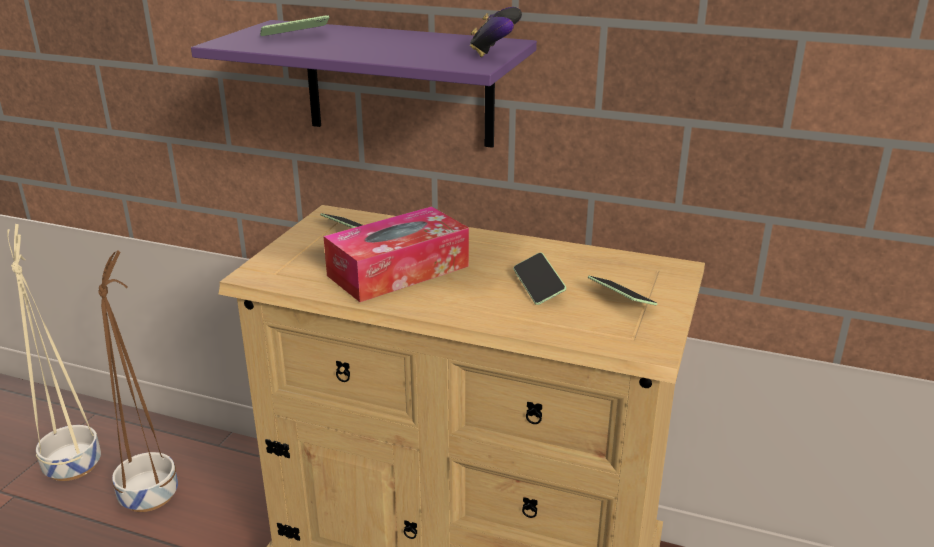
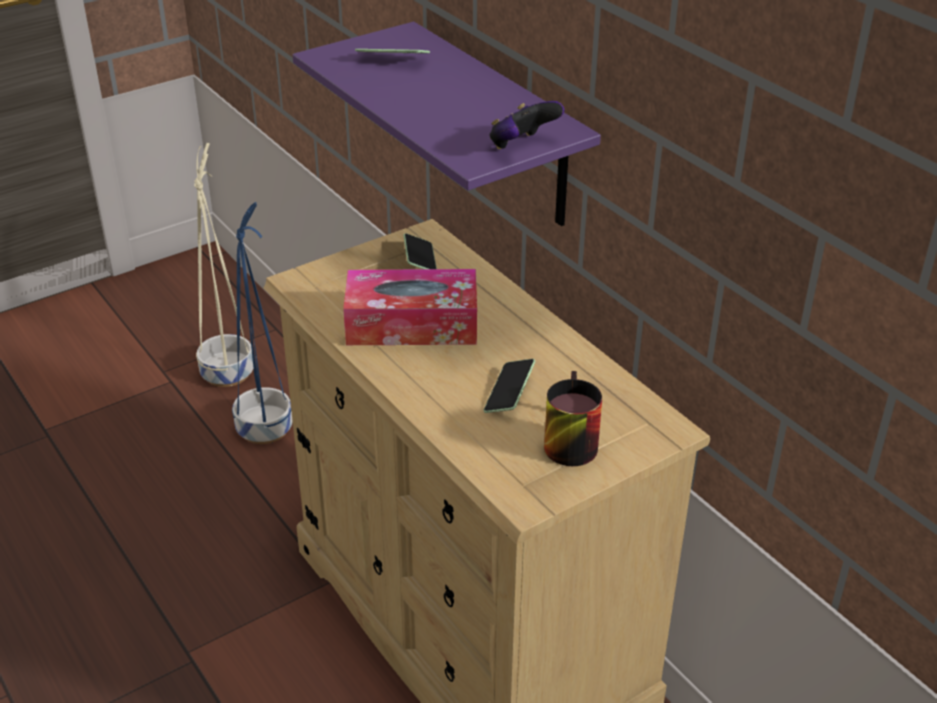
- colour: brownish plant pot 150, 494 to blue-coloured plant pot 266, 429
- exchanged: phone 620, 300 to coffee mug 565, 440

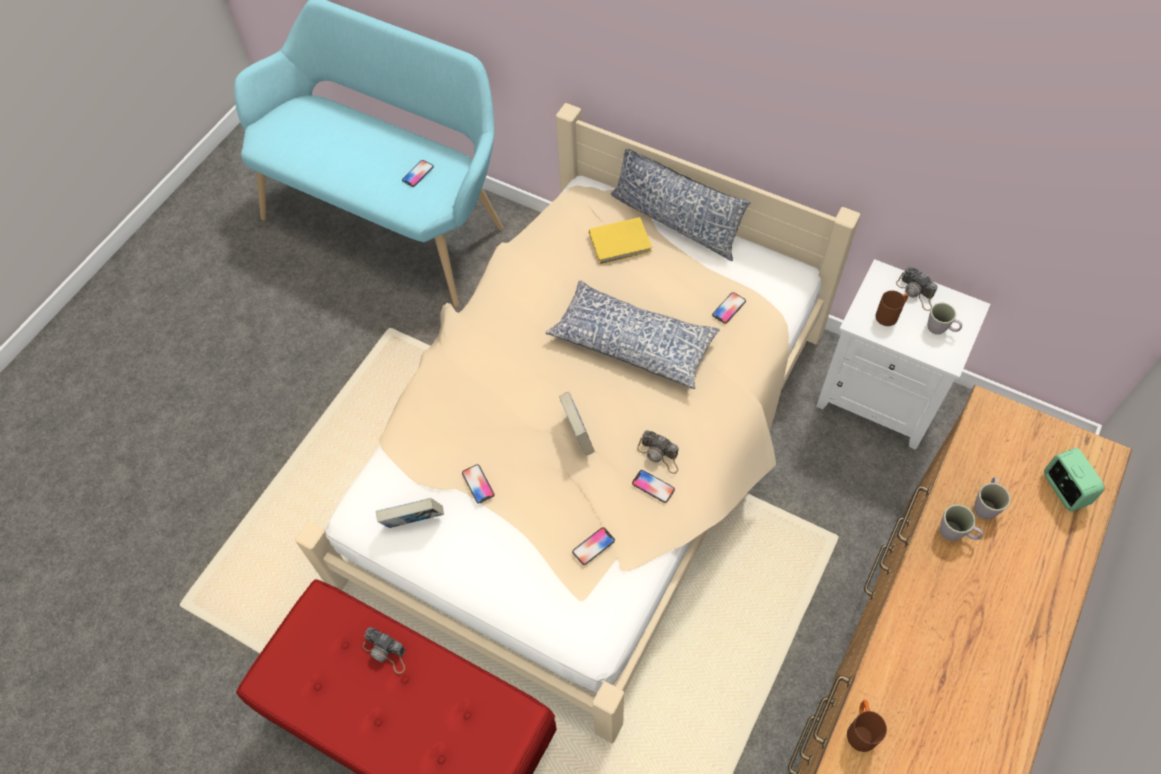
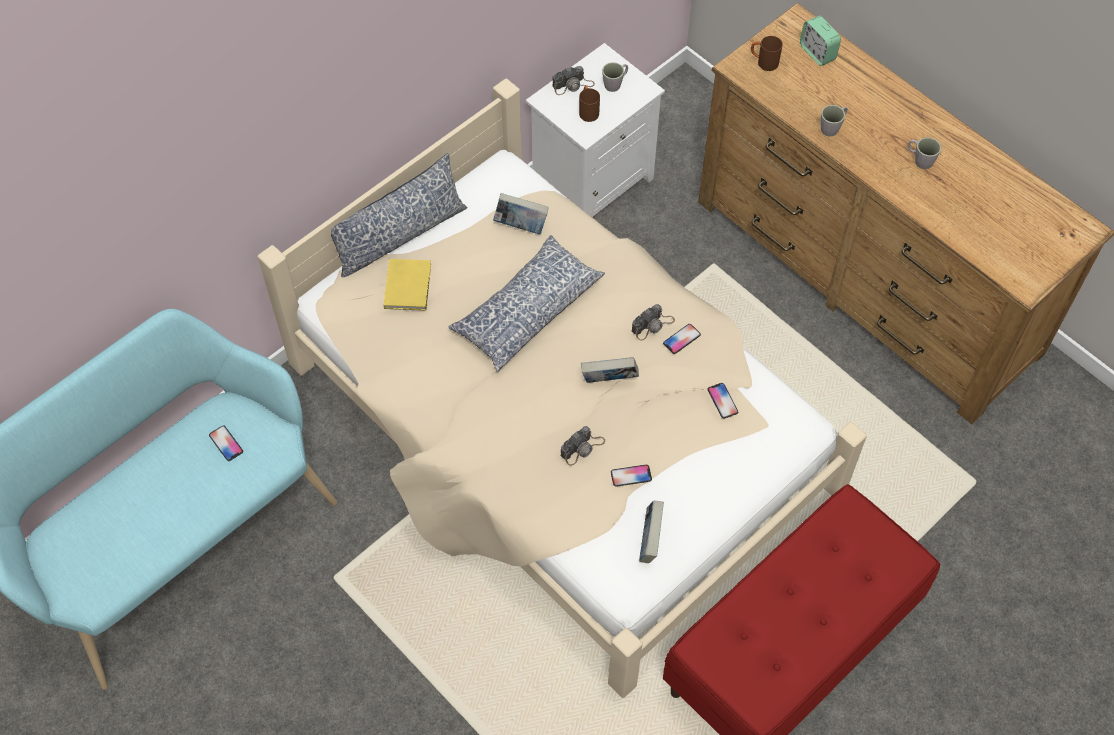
- relocated: still camera 386, 652 to 582, 448
- exchanged: phone 728, 308 to volume 521, 226
- relocated: brownish coffee mug 860, 729 to 763, 62
- relocated: gray coffee mug 985, 504 to 919, 160
- spun: table clock 1064, 489 = 817, 52 120 degrees counterclockwise

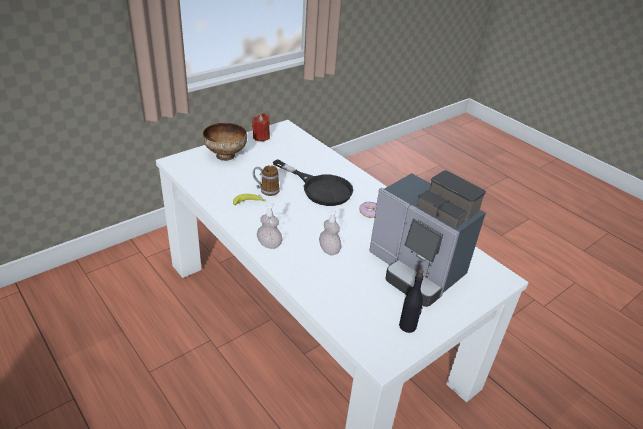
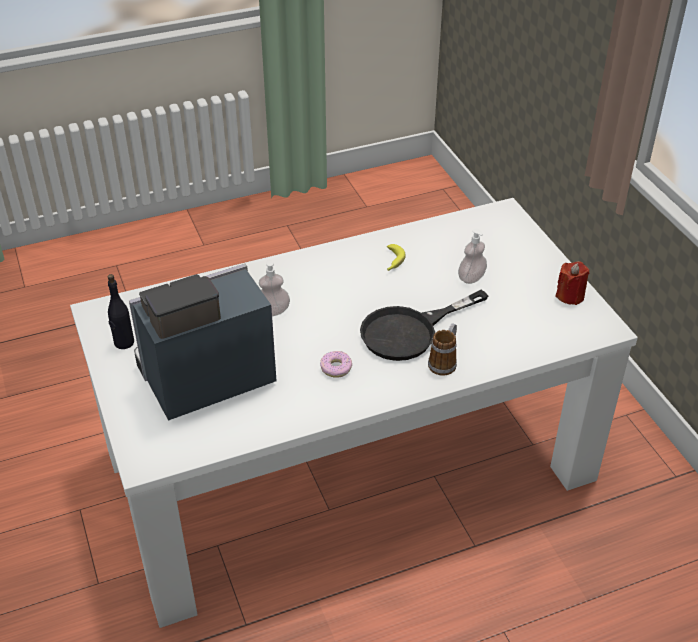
- missing: bowl 226, 155
- relocated: coffee mug 266, 190 to 444, 362
- relocated: soap bottle 269, 244 to 471, 278

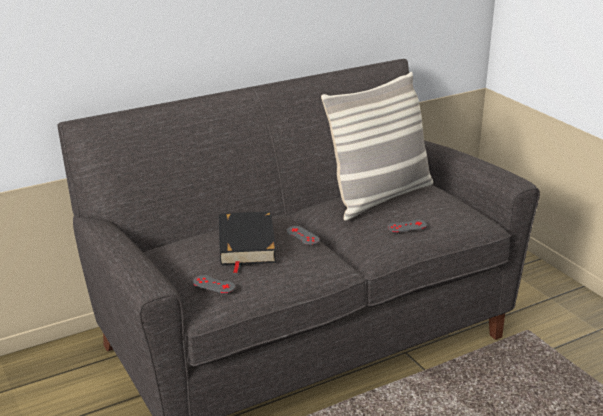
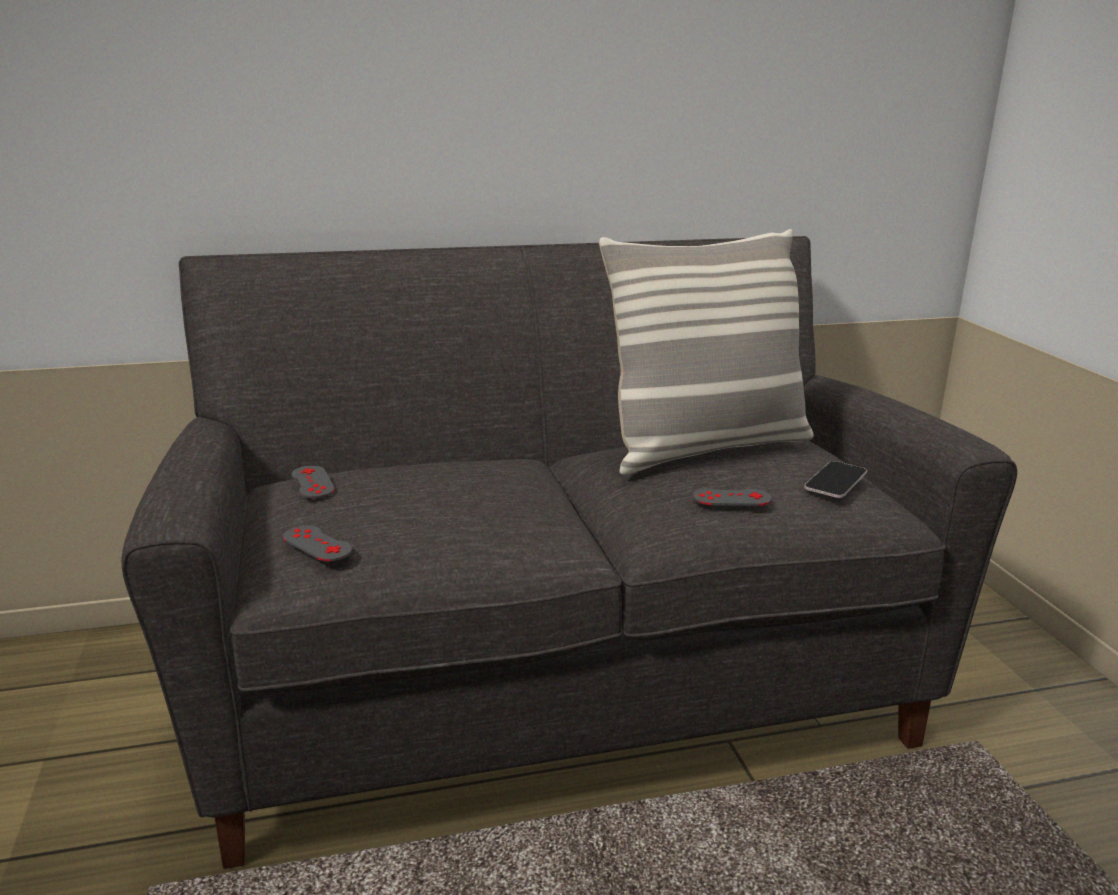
- missing: black volume 246, 244
- relocated: gray joypad 302, 236 to 312, 482
- appeared: phone 836, 481

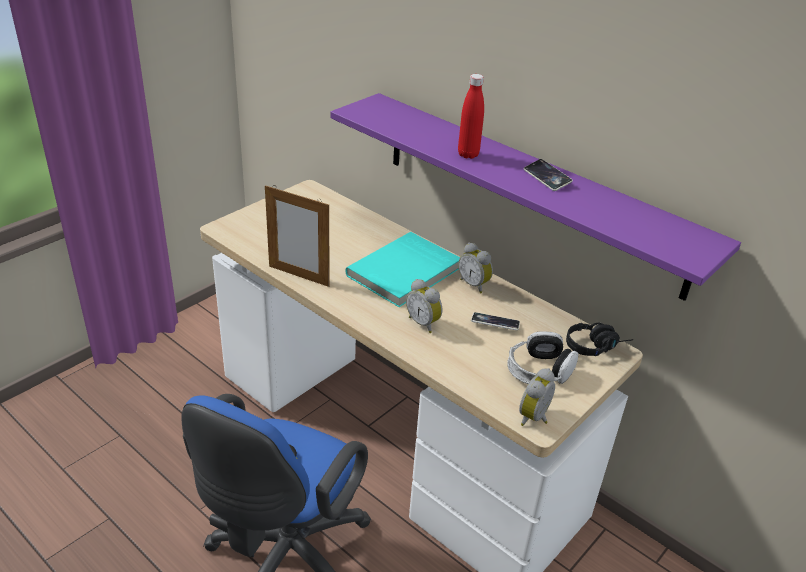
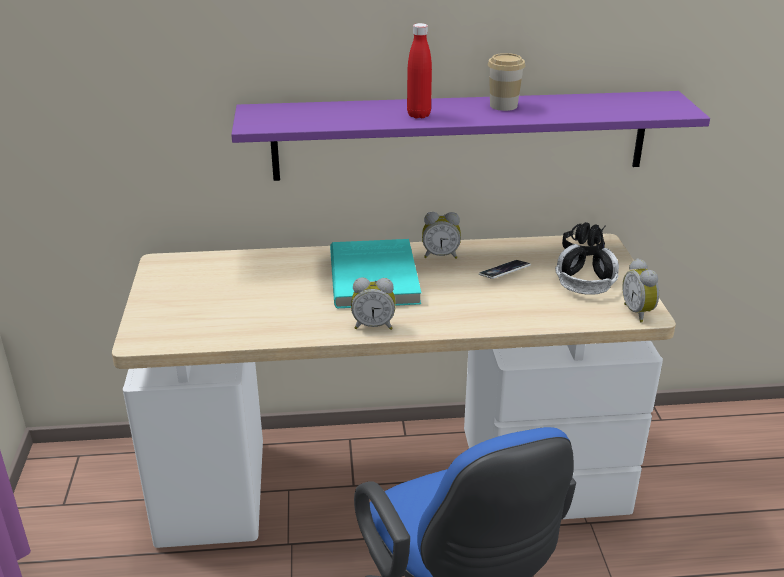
- missing: photo frame 299, 276
- relocated: table clock 424, 323 to 373, 325
- exchanged: phone 546, 178 to cup 503, 106

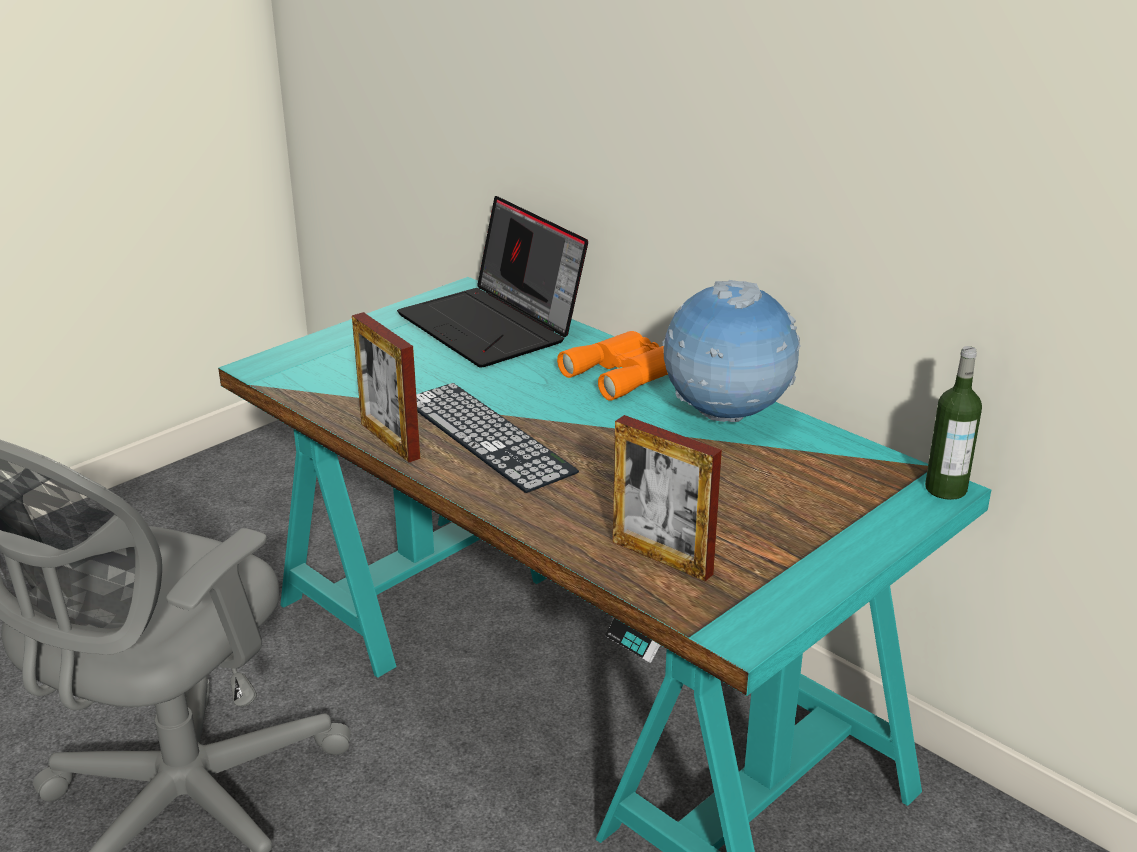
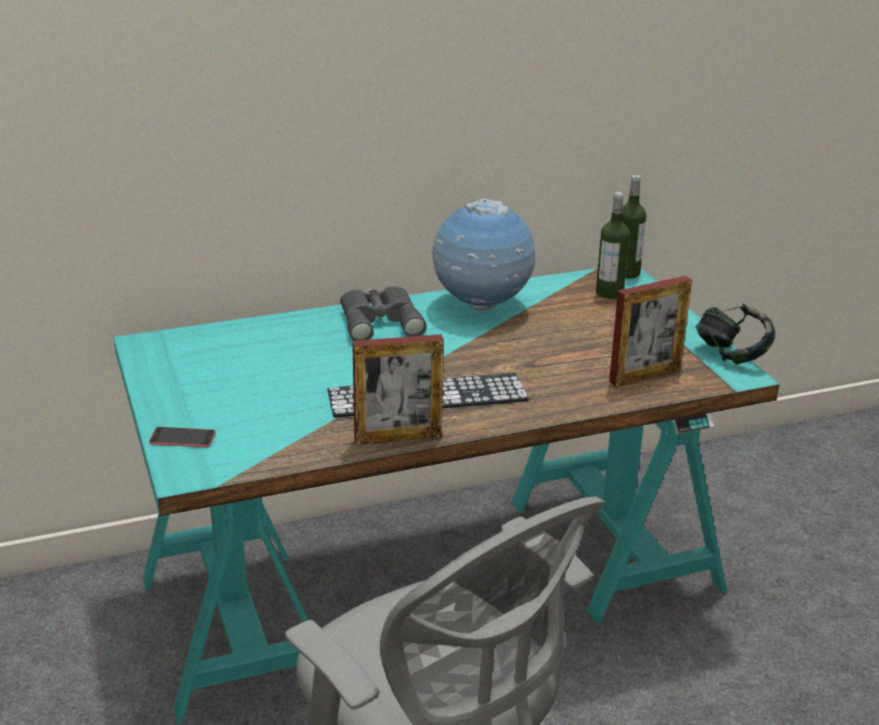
- missing: notebook computer 494, 326
- colour: orangey field glasses 625, 373 to gray field glasses 380, 320
- appeared: phone 182, 438
- appeared: drink bottle 609, 293
- appeared: headphones 731, 355

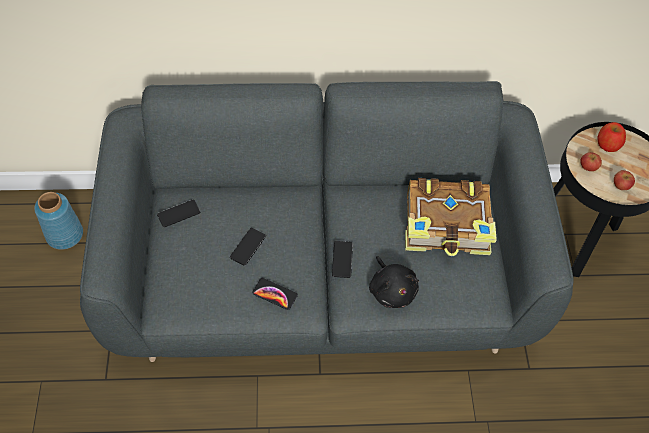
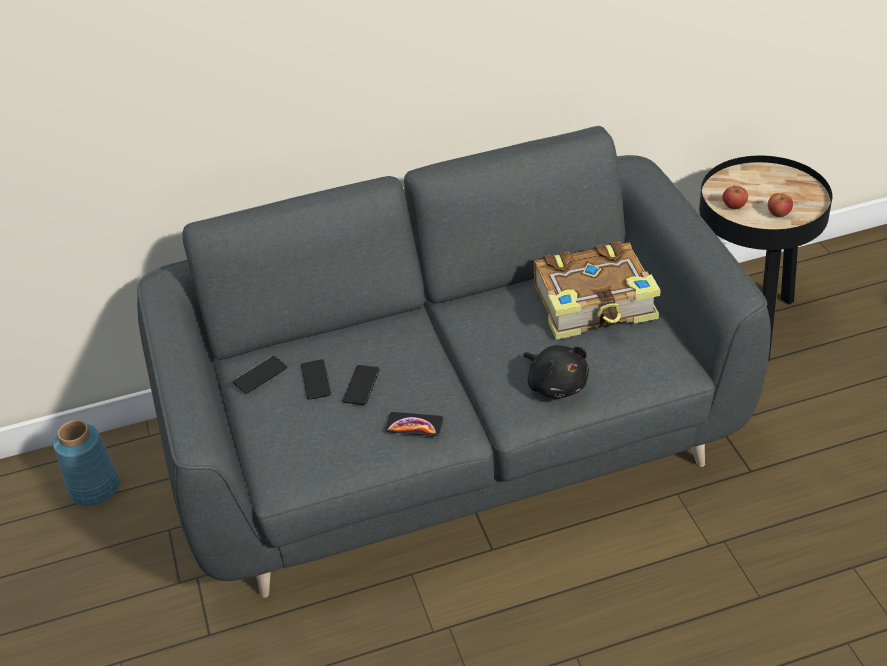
- relocated: phone 342, 259 to 316, 380
- missing: whole apple 608, 144

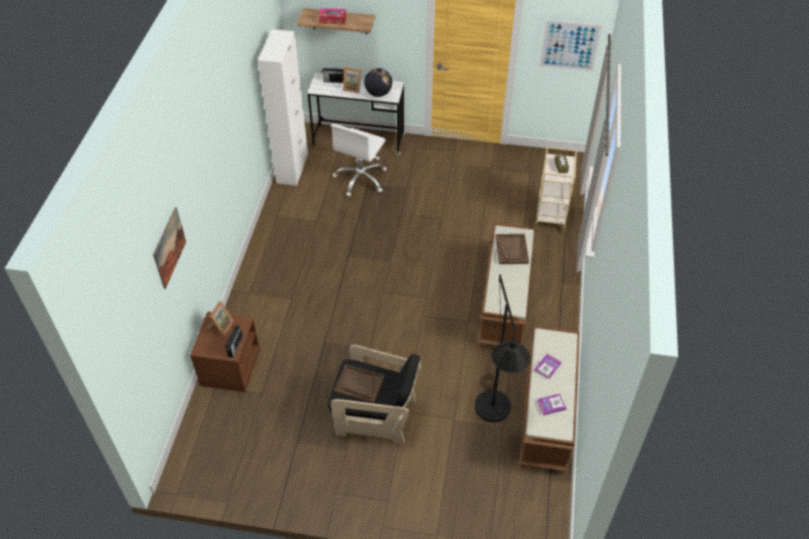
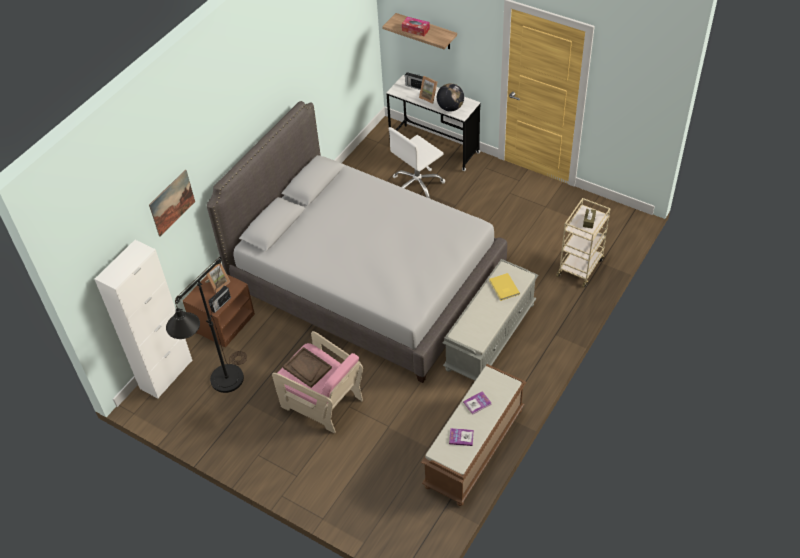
- relocated: whitish storage cabinet 292, 168 to 166, 374
- colour: black armchair 375, 415 to pinkish armchair 322, 401
- relocated: black floor lamp 493, 416 to 222, 386
- colour: brownish long seat 504, 301 to gray long seat 490, 335
- exchanged: brownish carrying tray 512, 250 to yellow volume 503, 288
- missing: wall picture 569, 45
- appeared: gray bedroom bed 367, 281

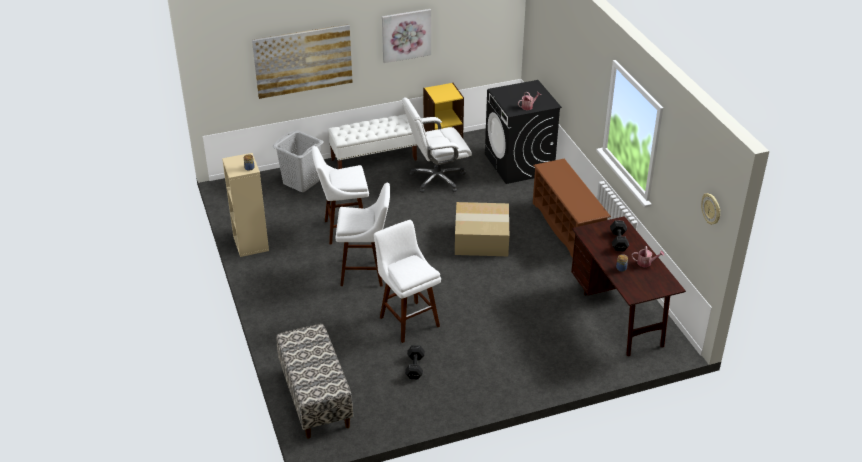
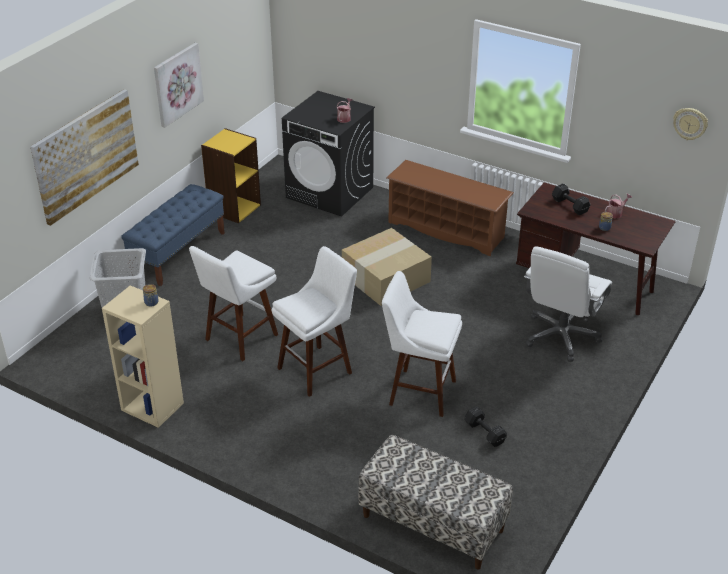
- colour: whitish long seat 374, 159 to blue-coloured long seat 178, 253
- relocated: whitish office chair 437, 179 to 561, 336

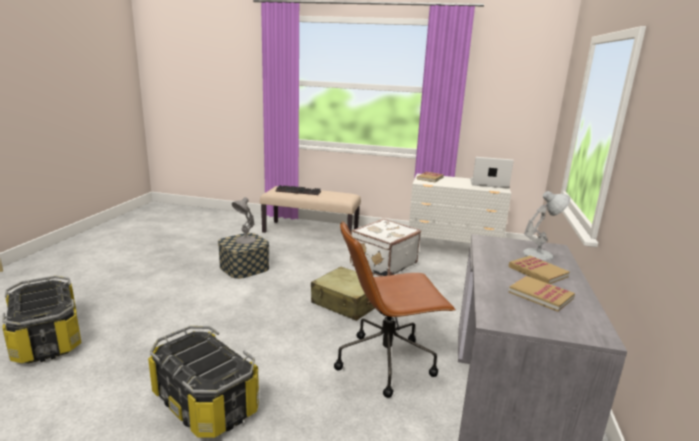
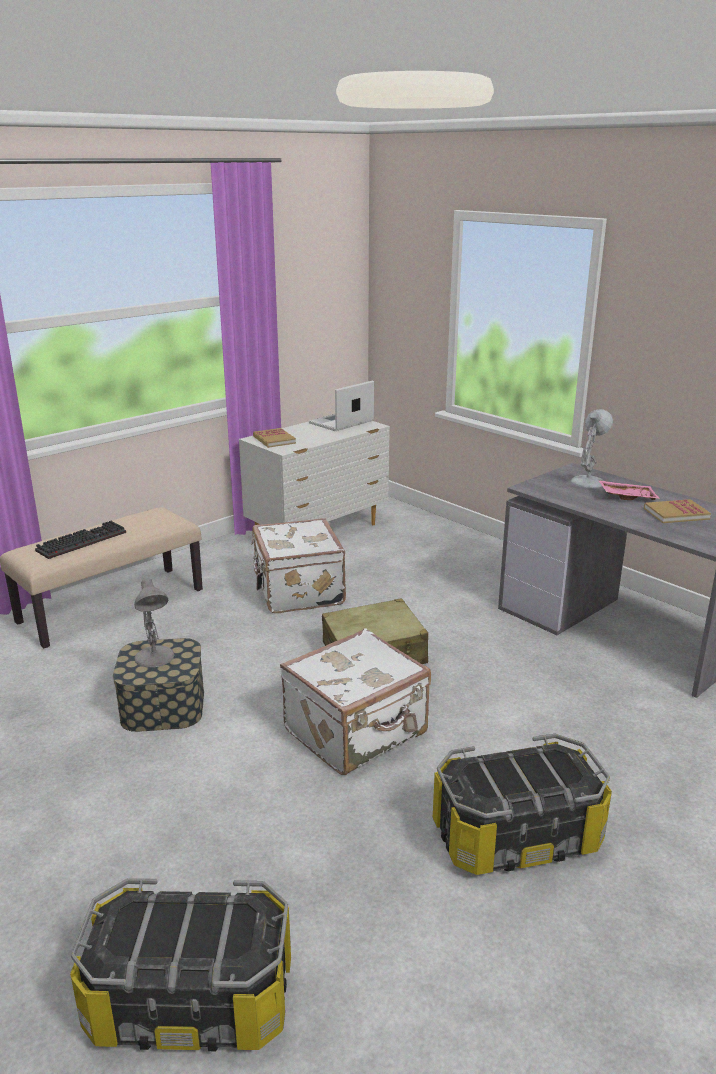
- missing: brownish office chair 387, 362
- exchanged: volume 537, 272 to pinkish carrying tray 627, 496
- appeared: whitish travel case 357, 733

